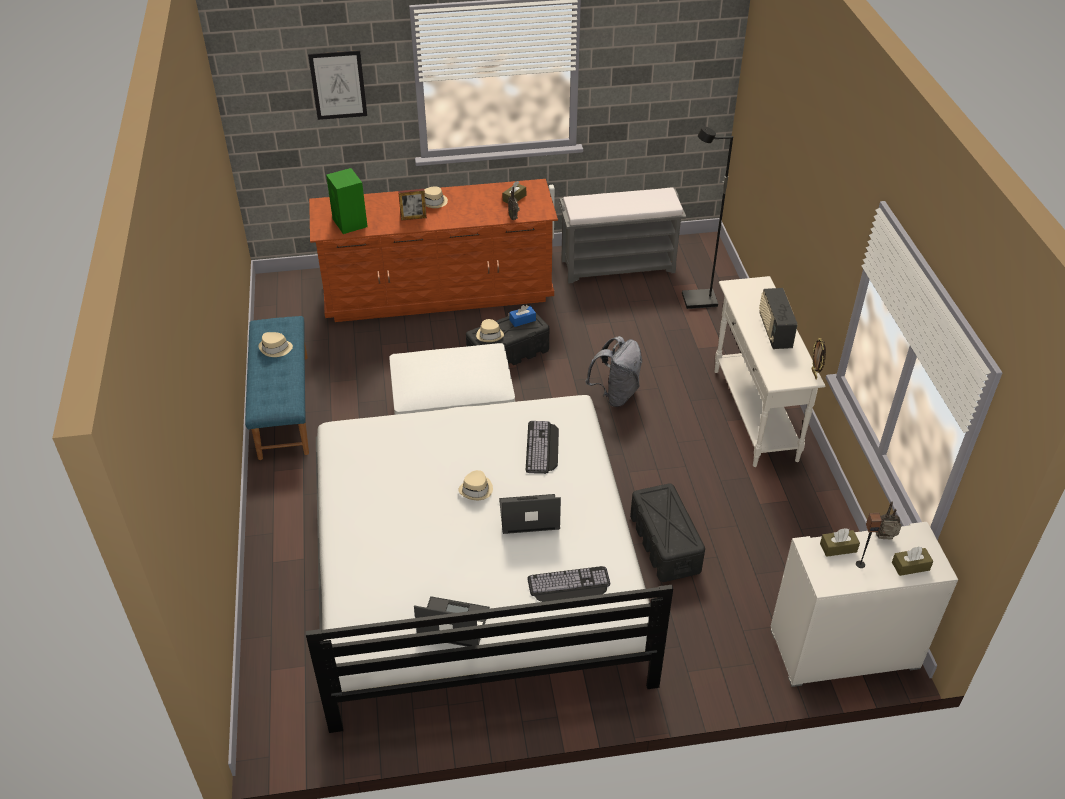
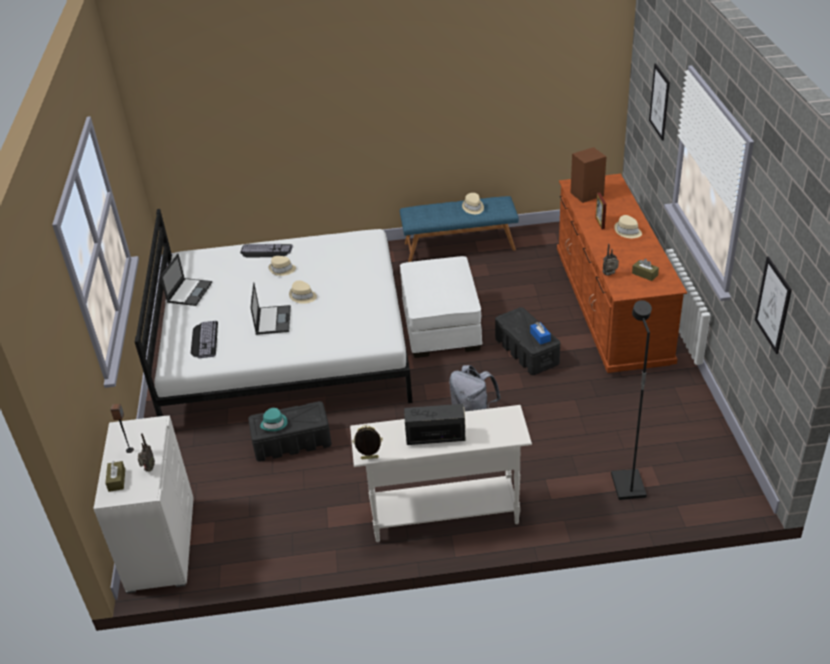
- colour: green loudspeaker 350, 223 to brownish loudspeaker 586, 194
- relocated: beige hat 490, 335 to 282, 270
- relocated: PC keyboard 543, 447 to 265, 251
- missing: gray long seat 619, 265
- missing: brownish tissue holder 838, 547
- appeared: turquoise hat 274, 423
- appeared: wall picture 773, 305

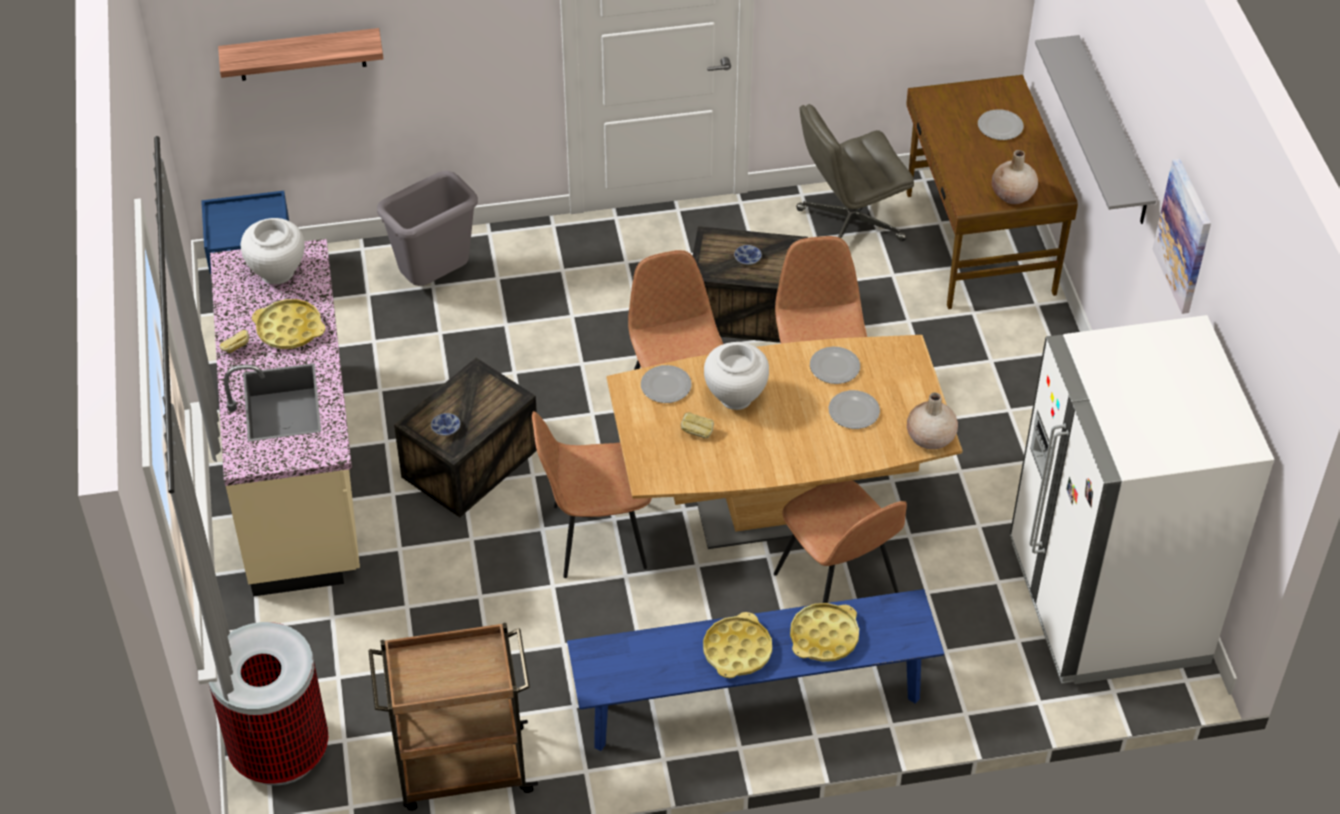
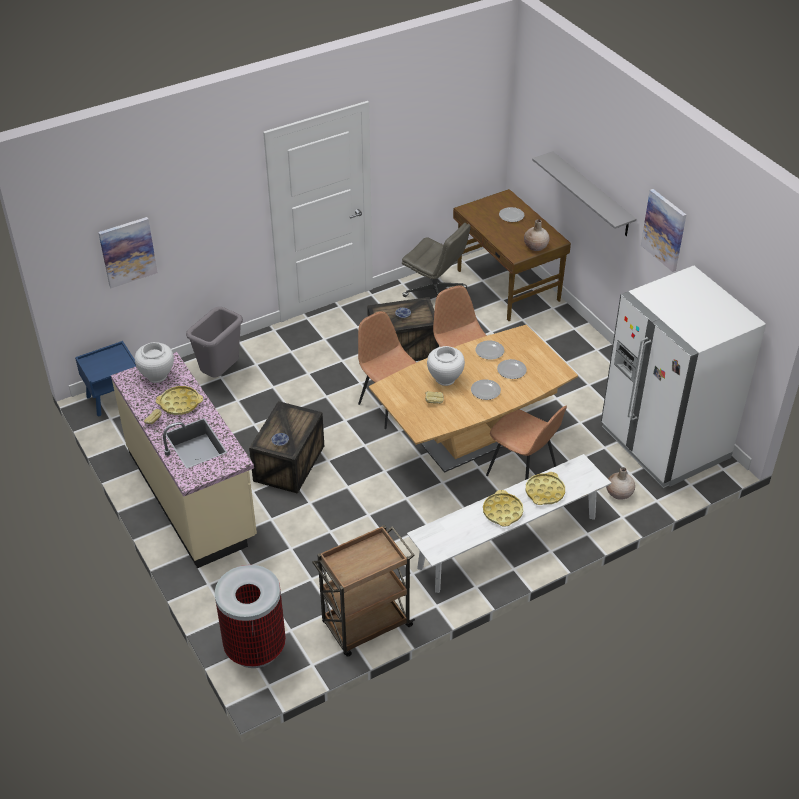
- exchanged: shelf 301, 54 to wall picture 127, 252
- missing: brownish upright chair 596, 537
- colour: blue-coloured long seat 752, 700 to whitish long seat 508, 542
- relocated: plate 666, 386 to 486, 391
- spun: gray office chair 849, 225 = 435, 292 105 degrees counterclockwise
- relocated: beige flower vase 930, 438 to 619, 493

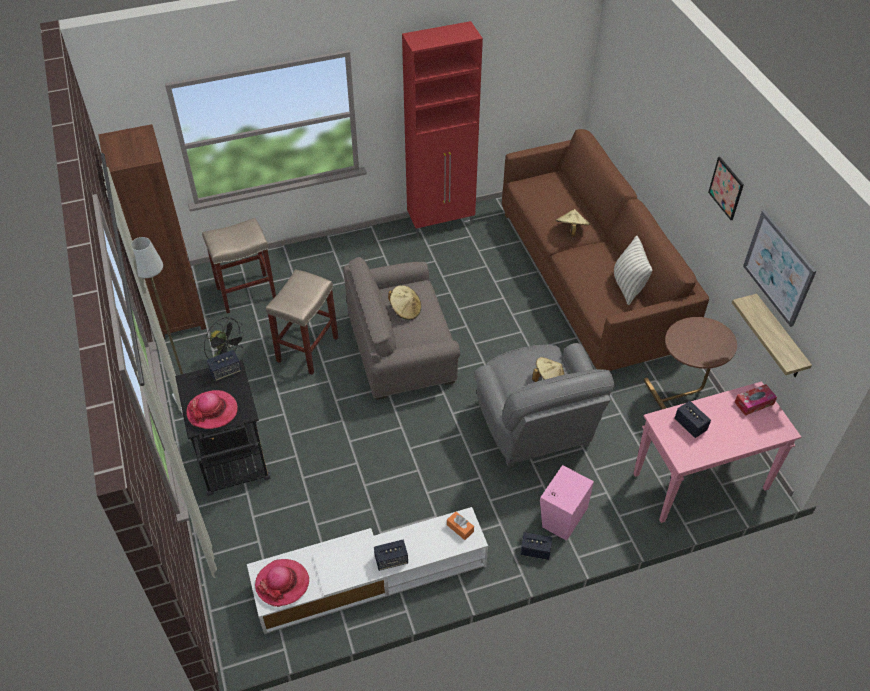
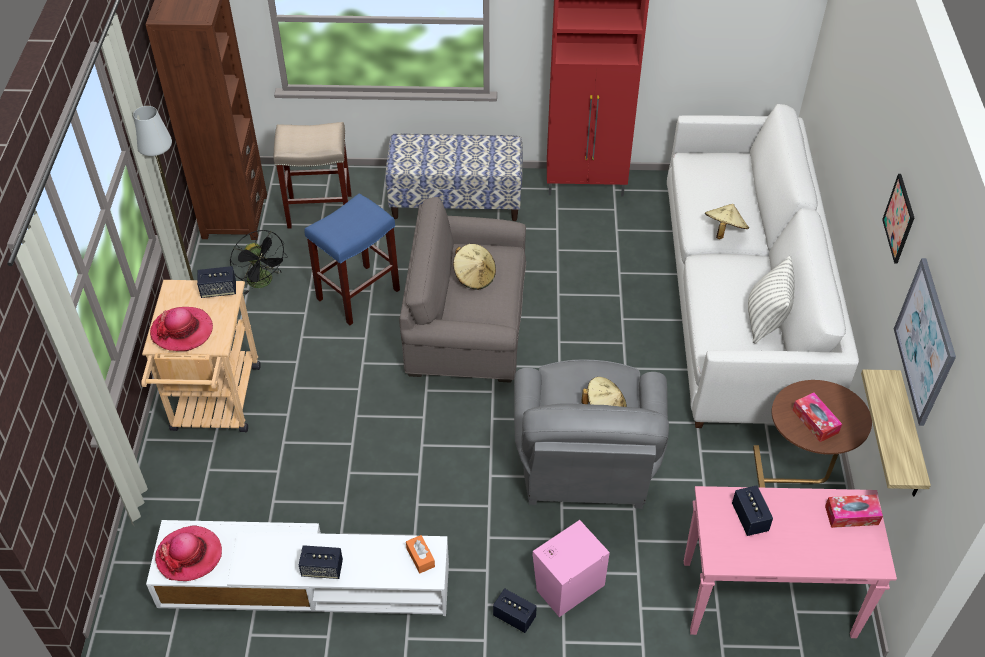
- colour: black trolley 234, 466 to beige trolley 215, 405
- colour: beige stool seat 307, 348 to blue-coloured stool seat 358, 293
- colour: brownish sofa 589, 280 to whitish sofa 741, 302
- appeared: long seat 456, 201
- appeared: tissue holder 815, 421

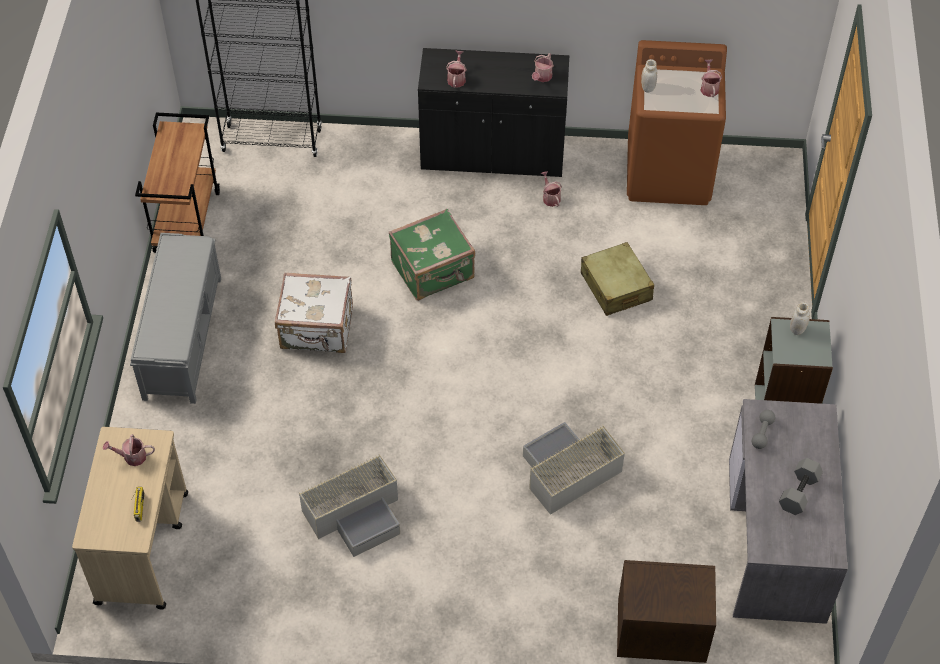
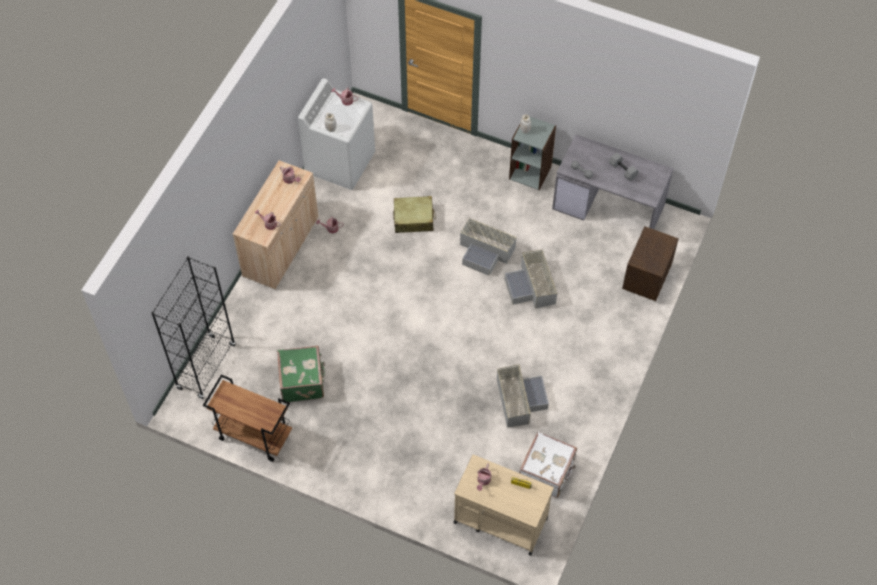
- missing: gray long seat 182, 336
- relocated: whitish travel case 317, 329 to 547, 472
- relocated: green travel case 433, 271 to 303, 381
- colour: black storage cabinet 492, 154 to beige storage cabinet 281, 247
- colour: brownish laundry machine 669, 173 to whitish laundry machine 340, 162
- appeared: gray storage bin 486, 251

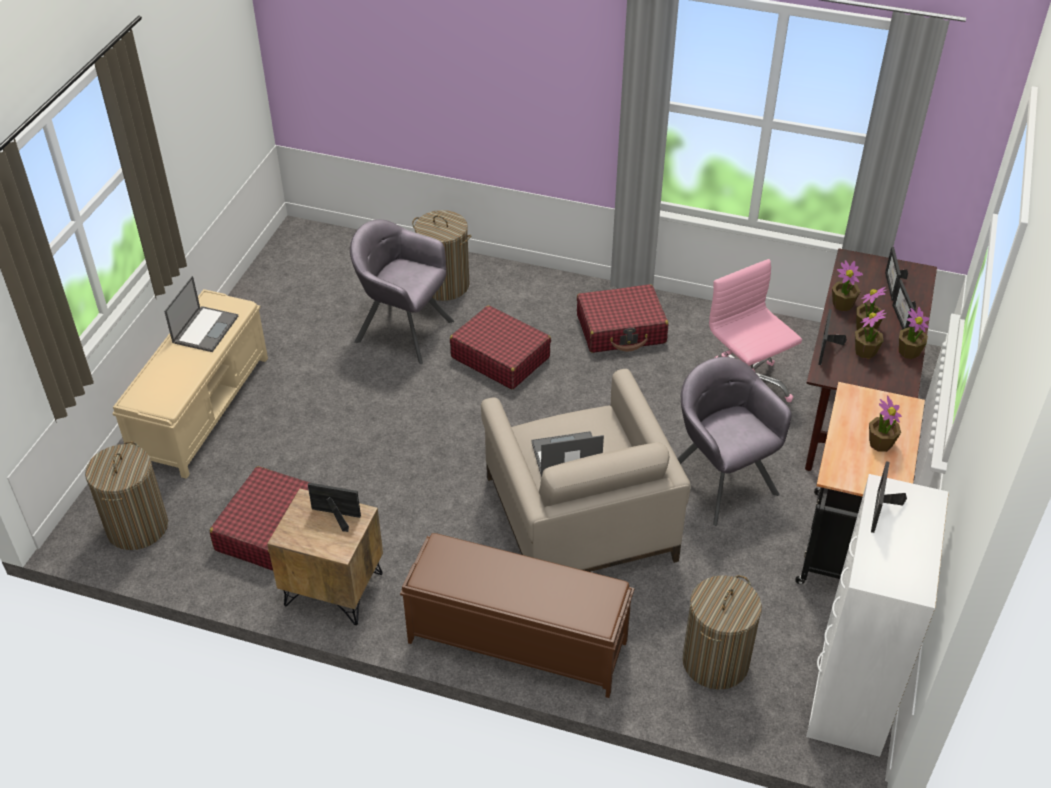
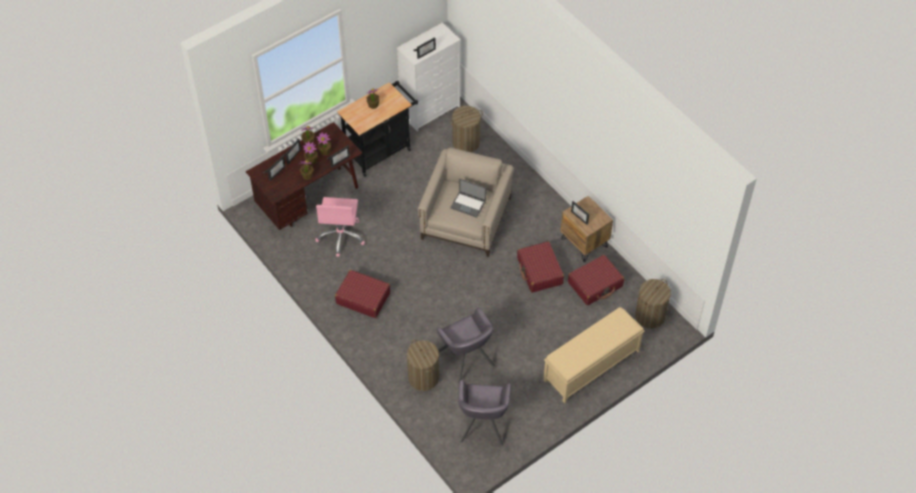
- missing: notebook computer 205, 329
- missing: brownish long seat 516, 641
- relocated: reddish travel case 500, 357 to 539, 271
- relocated: gray armchair 721, 481 to 482, 424

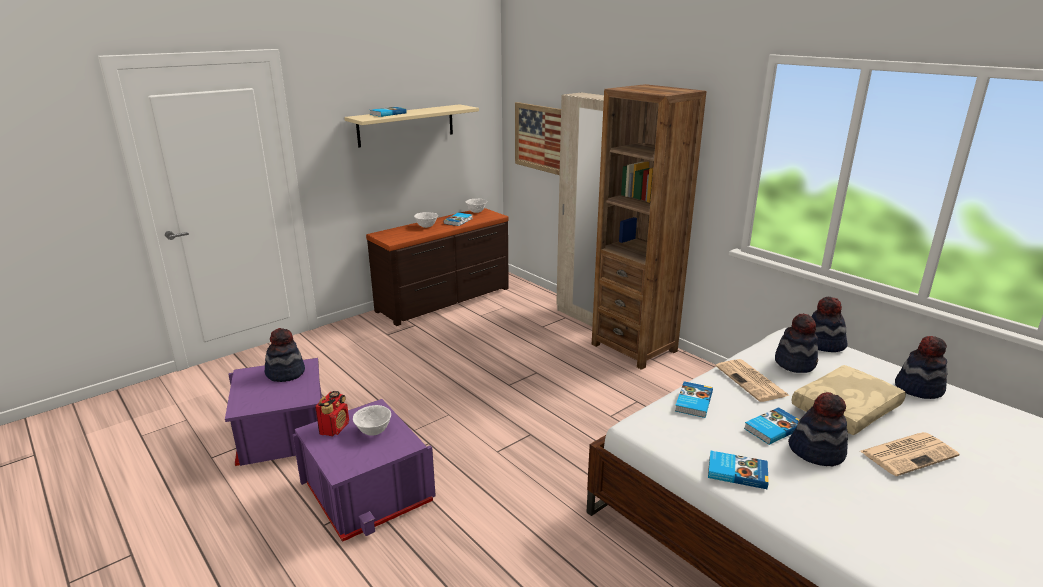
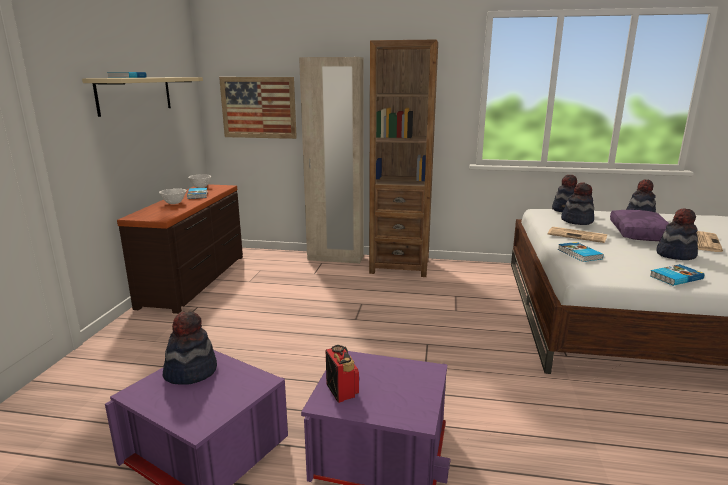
- missing: whitish bowl 373, 432
- missing: volume 772, 428
- colour: beige throw pillow 846, 410 to purple throw pillow 641, 233

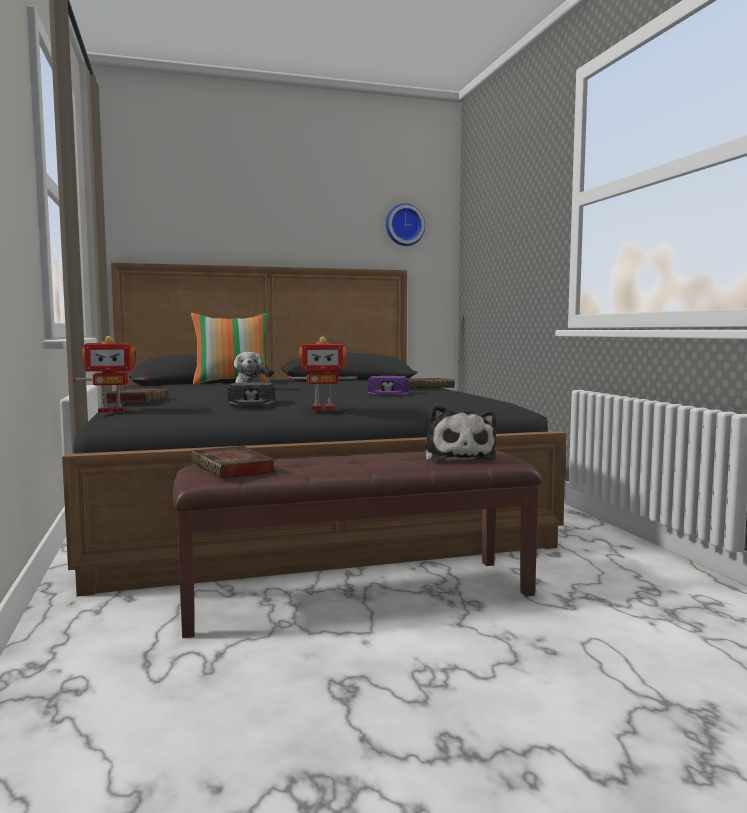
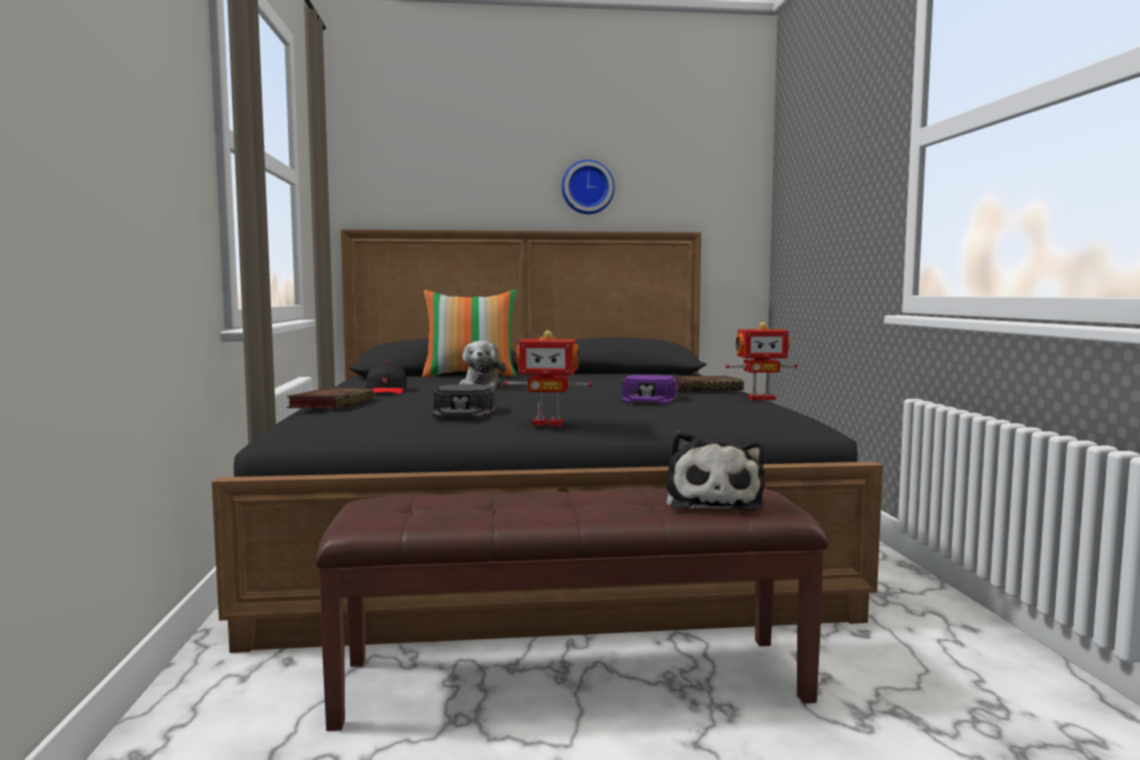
- relocated: model robot 112, 411 to 760, 398
- missing: volume 234, 468
- relocated: hanging clock 404, 225 to 587, 187
- appeared: black peaked cap 386, 391

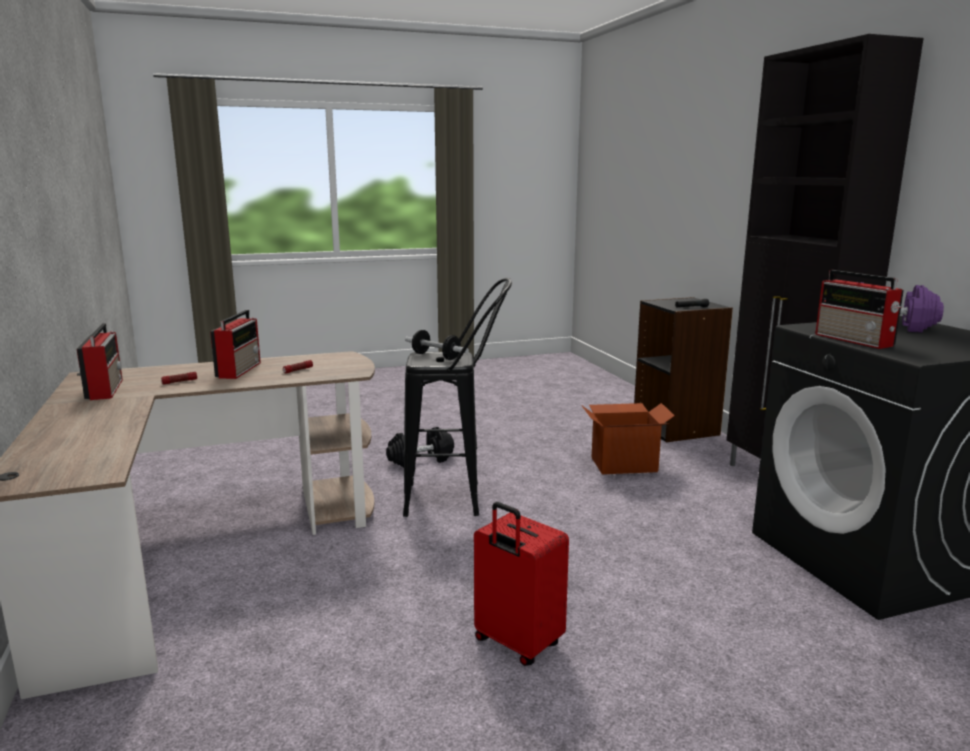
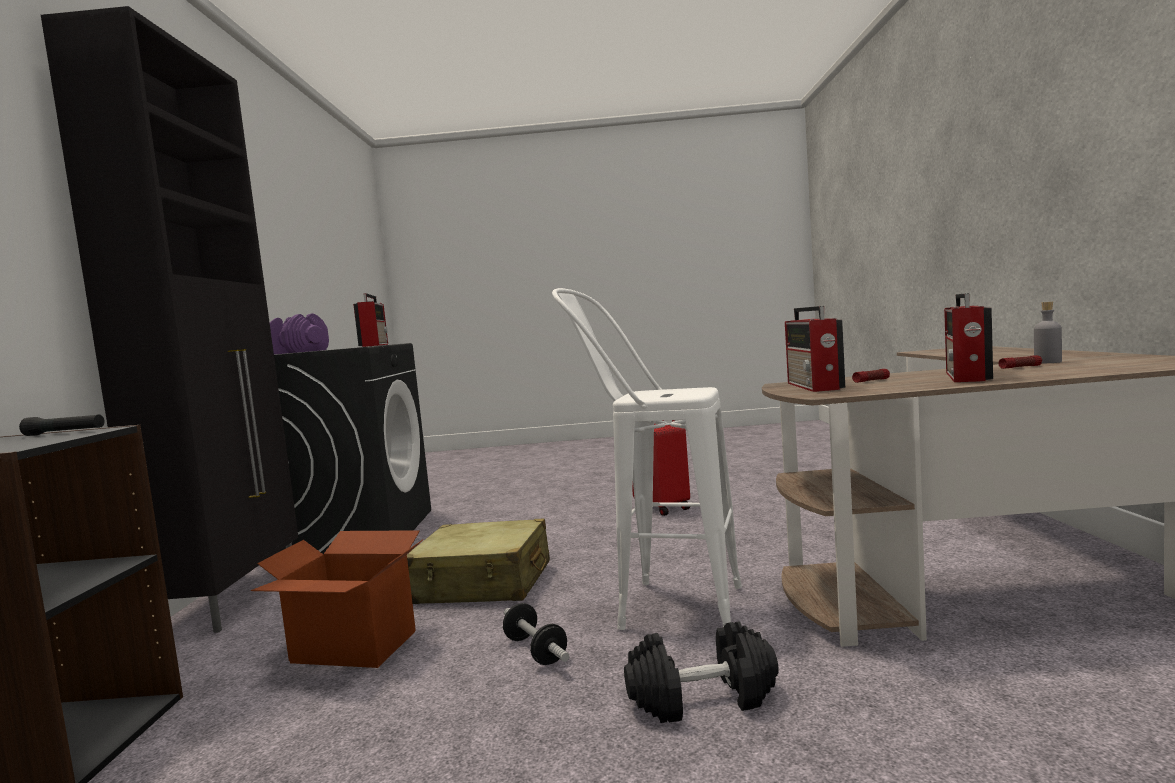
- relocated: radio set 105, 389 to 814, 386
- colour: black stool seat 458, 499 to whitish stool seat 659, 606
- relocated: dumbbell 436, 356 to 535, 651
- appeared: beige travel case 483, 583
- appeared: gray drink bottle 1048, 362

